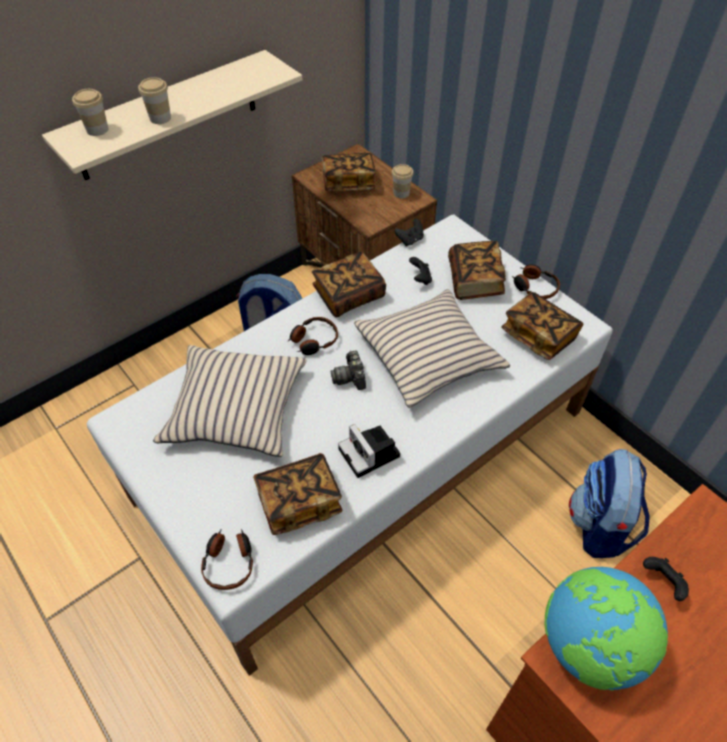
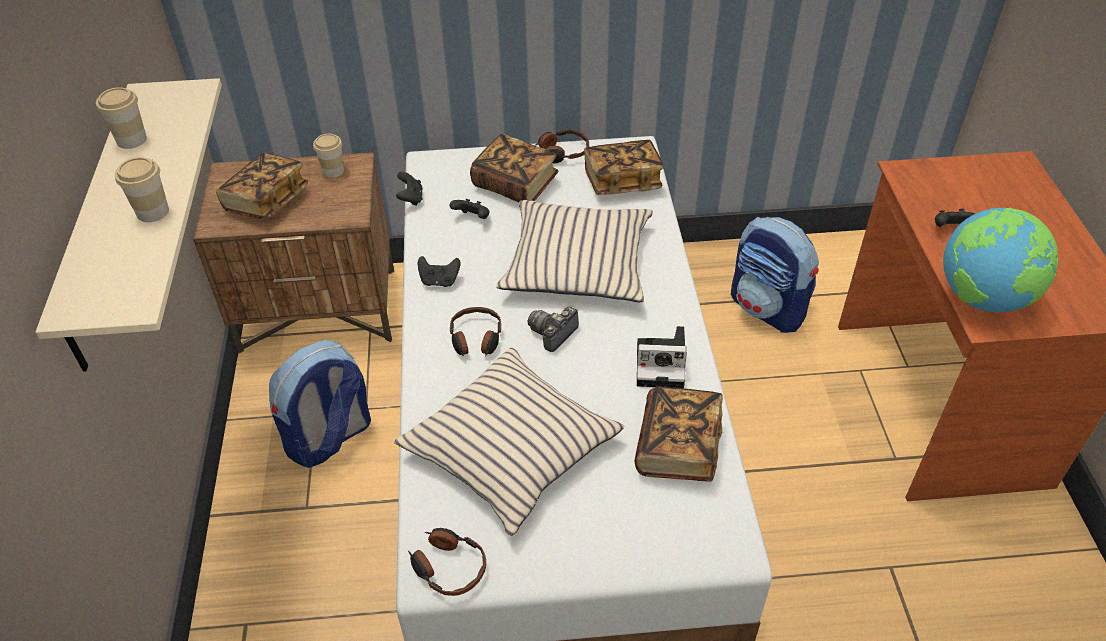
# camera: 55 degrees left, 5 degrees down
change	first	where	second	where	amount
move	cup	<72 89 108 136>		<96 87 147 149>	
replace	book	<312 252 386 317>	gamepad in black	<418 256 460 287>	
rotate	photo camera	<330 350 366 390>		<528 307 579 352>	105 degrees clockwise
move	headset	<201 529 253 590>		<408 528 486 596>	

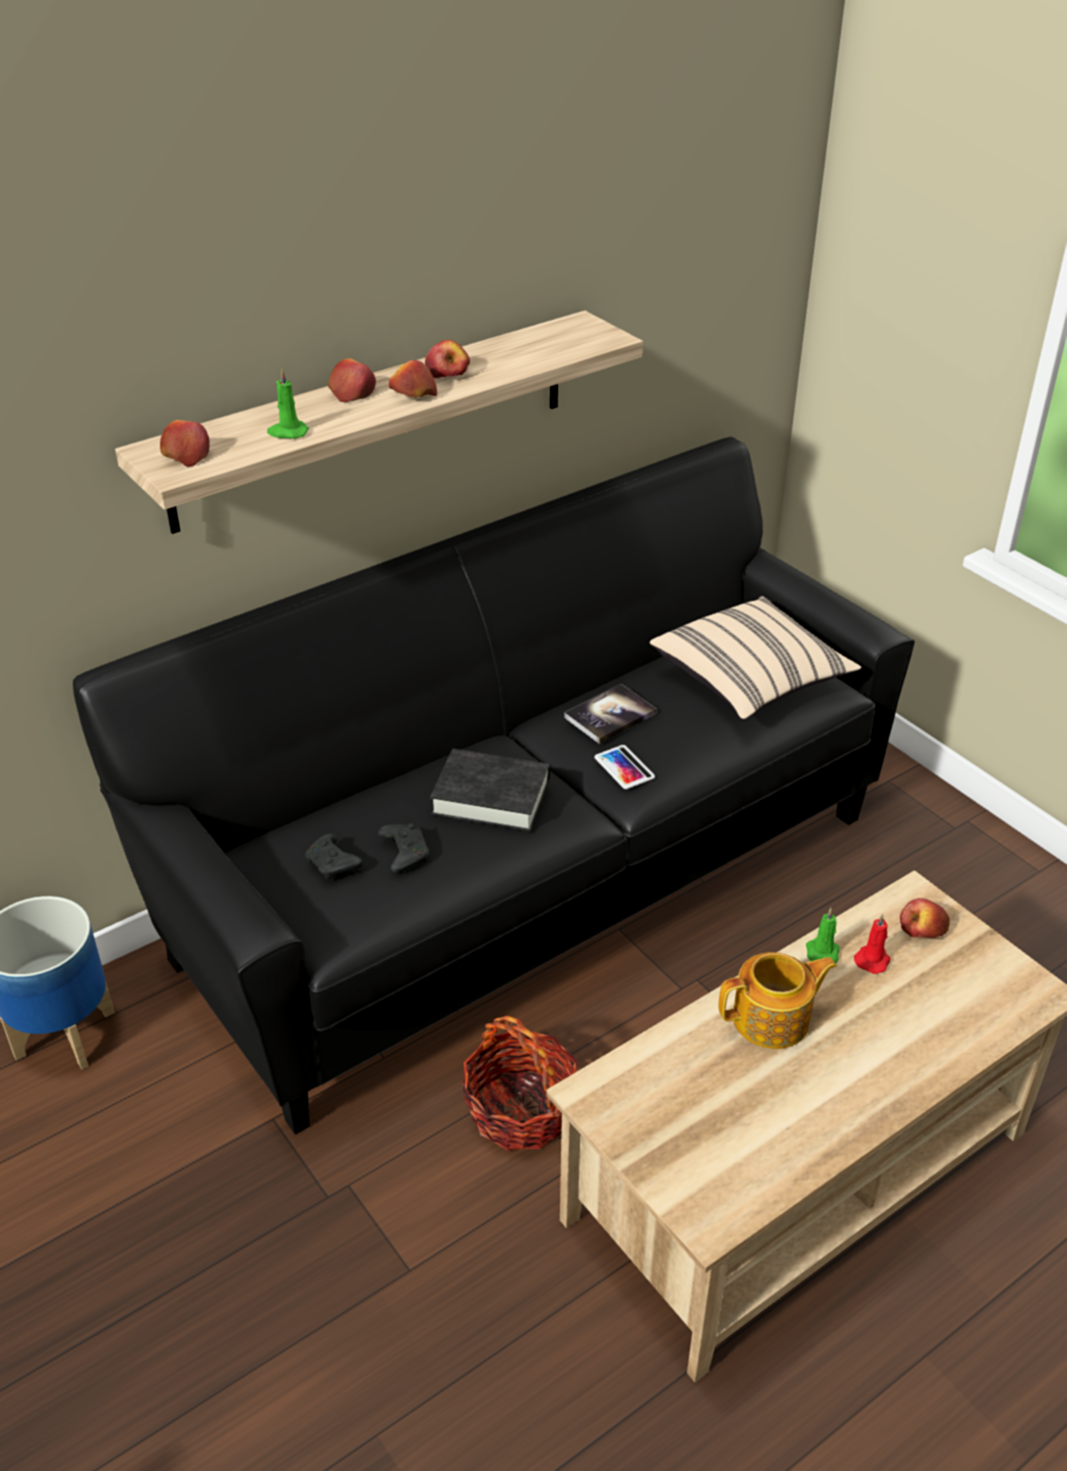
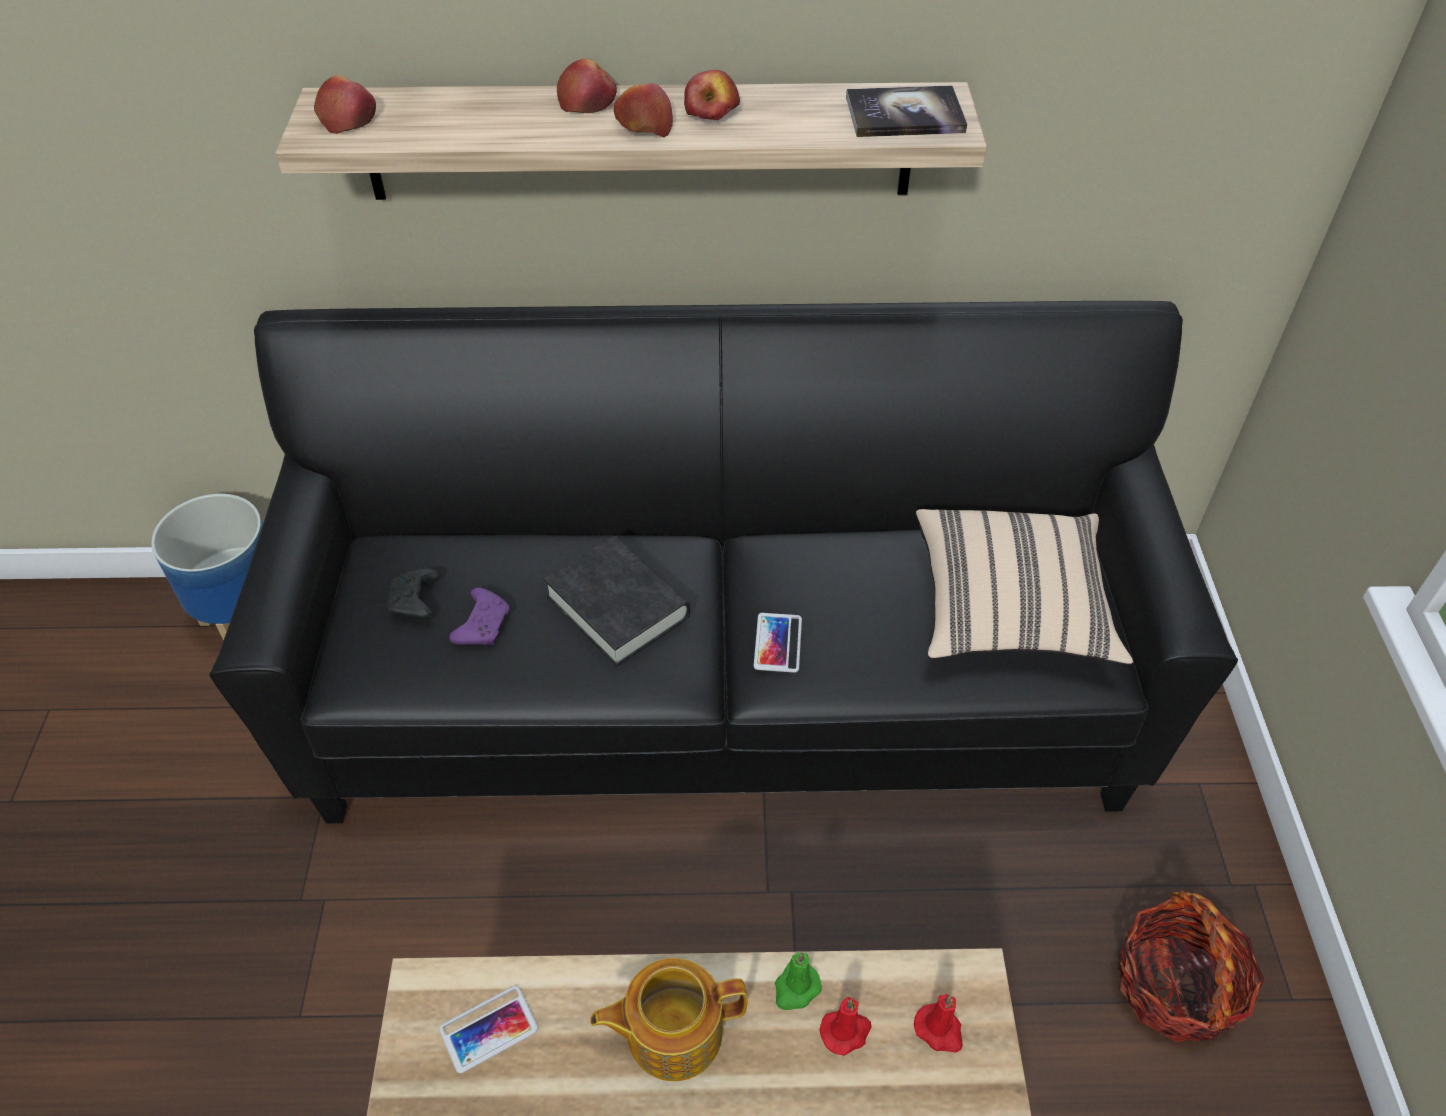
# camera: 35 degrees right, 10 degrees up
change	first	where	second	where	amount
delete	candle in greenish	<267 369 309 439>			
move	book	<564 684 657 744>		<846 85 967 137>	
recolor	gamepad in black	<378 823 429 873>	gamepad in purplish	<449 588 509 645>	
replace	whole apple	<900 898 950 938>	candle in reddish	<914 994 963 1053>	
rotate	pot for tea	<719 952 837 1049>		<590 958 748 1081>	150 degrees clockwise
move	basket	<462 1015 578 1150>		<1119 890 1265 1042>	
insert			phone	<439 986 538 1073>	

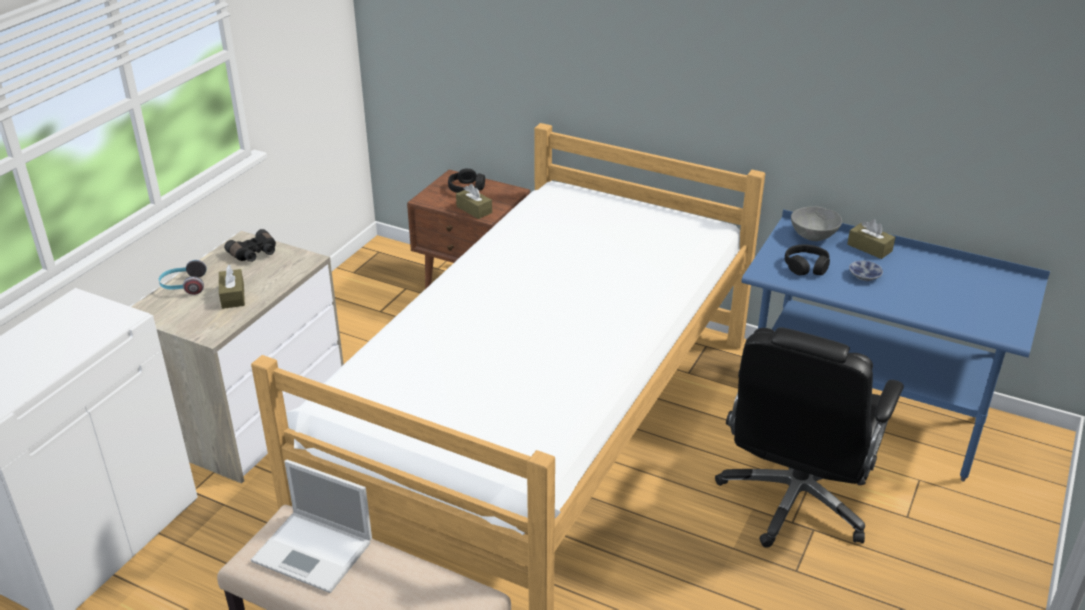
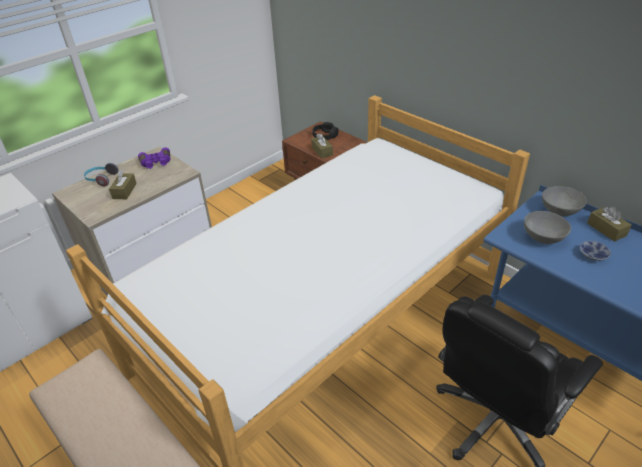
# camera: 20 degrees right, 5 degrees up
change	first	where	second	where	amount
recolor	binoculars in black	<224 229 276 262>	binoculars in purplish	<138 147 170 169>	
replace	headset in black	<785 244 830 275>	bowl in grey	<524 211 571 244>	
delete	laptop	<251 460 372 593>			

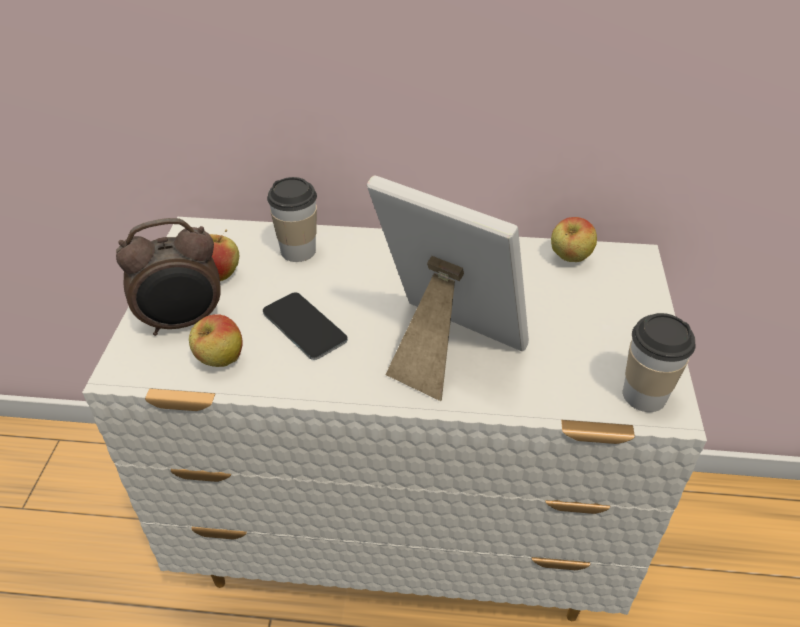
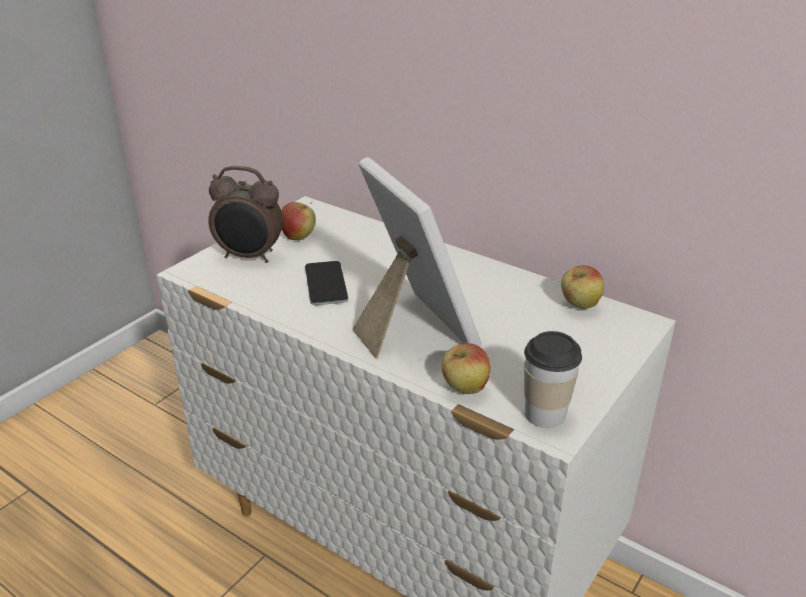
# camera: 30 degrees right, 10 degrees down
change	first	where	second	where	amount
delete	cup	<267 177 317 262>			
move	whole apple	<189 314 243 367>		<442 343 490 394>	

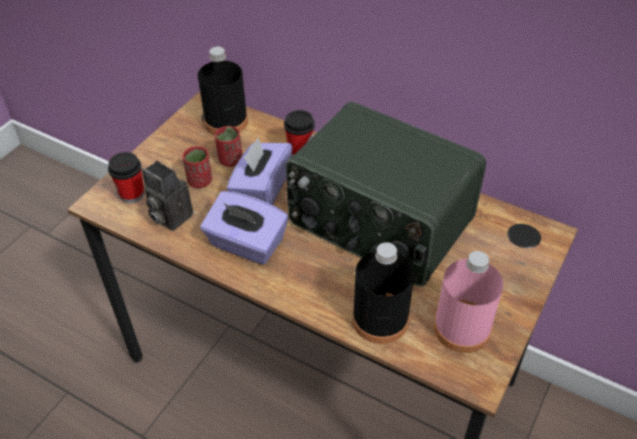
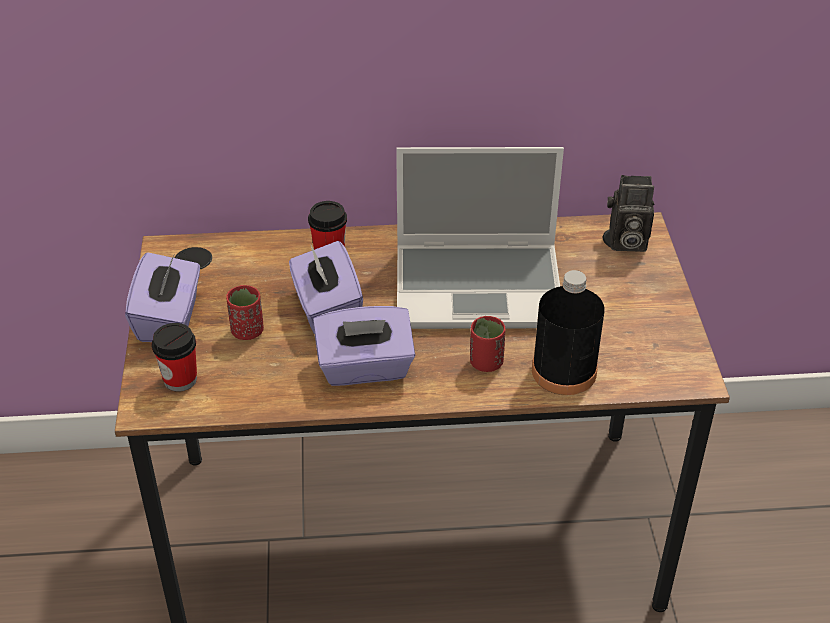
# camera: 35 degrees left, 5 degrees down
change	first	where	second	where	amount
delete	drink bottle in black	<198 47 248 135>			
replace	radio receiver	<286 101 486 286>	laptop	<396 147 564 329>	
move	cup in reddish	<215 126 243 167>		<470 316 506 372>	
move	photo camera	<142 161 193 231>		<607 175 654 252>	
delete	drink bottle in pinkish	<434 251 503 353>			
insert			box of tissues in purplish	<125 252 200 342>	

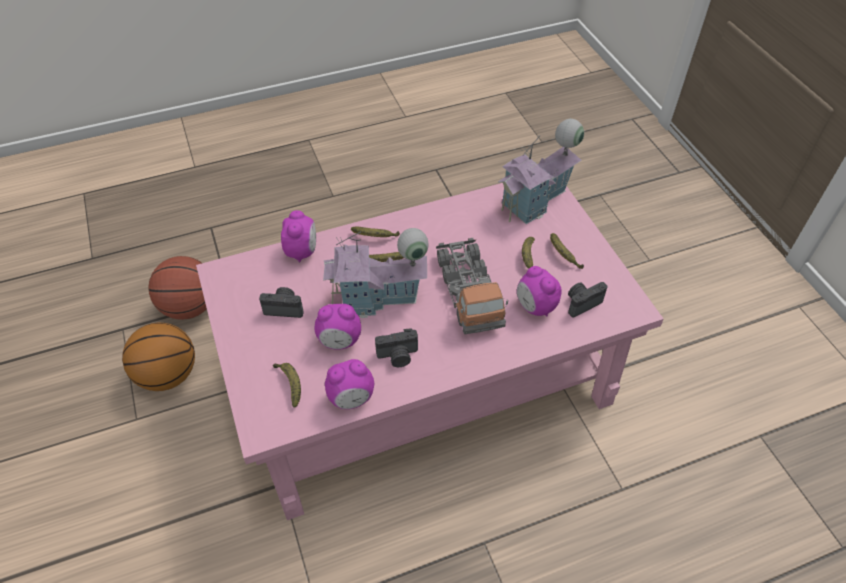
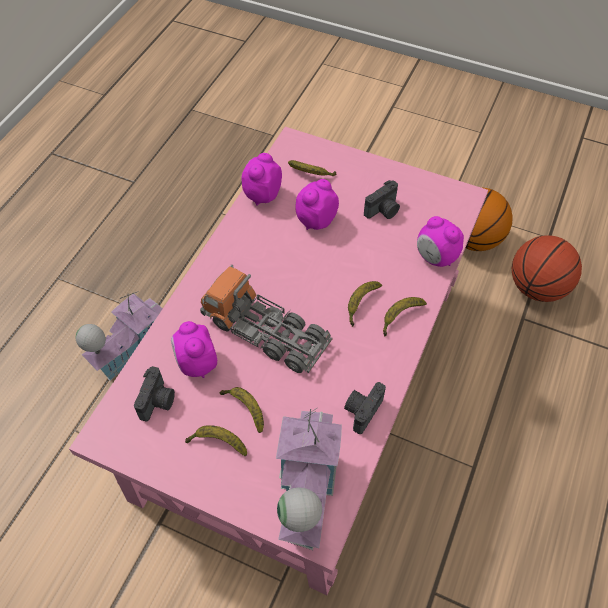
# camera: 135 degrees right, 5 degrees up
change	first	where	second	where	amount
move	model house	<323 228 428 318>		<75 292 163 381>	
rotate	bedside clock	<517 266 562 316>		<171 321 217 378>	120 degrees counterclockwise
move	photo camera	<375 328 418 367>		<344 382 386 434>	

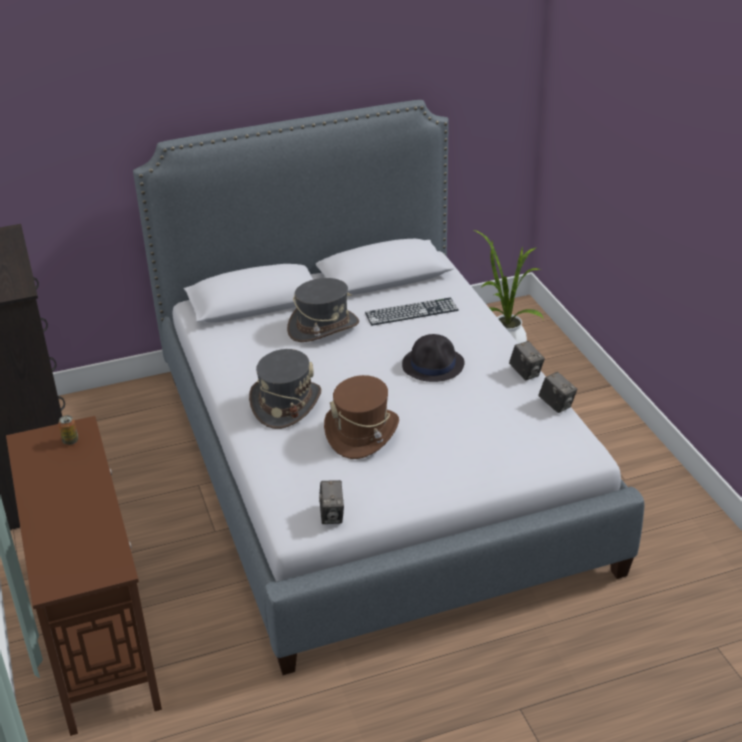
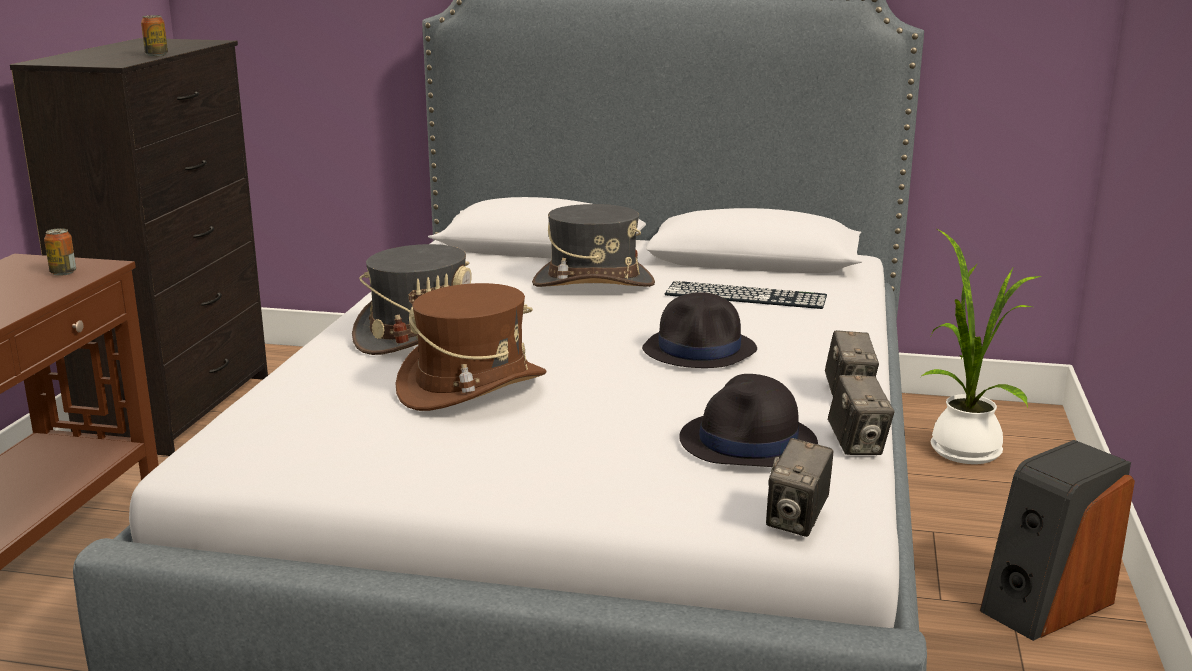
# camera: 30 degrees right, 15 degrees down
change	first	where	second	where	amount
move	photo camera	<319 480 344 524>		<766 438 833 537>	
insert			sealed can	<141 15 168 56>	
insert			clothing hat in black	<679 374 818 467>	
insert			audio speaker	<980 440 1135 641>	

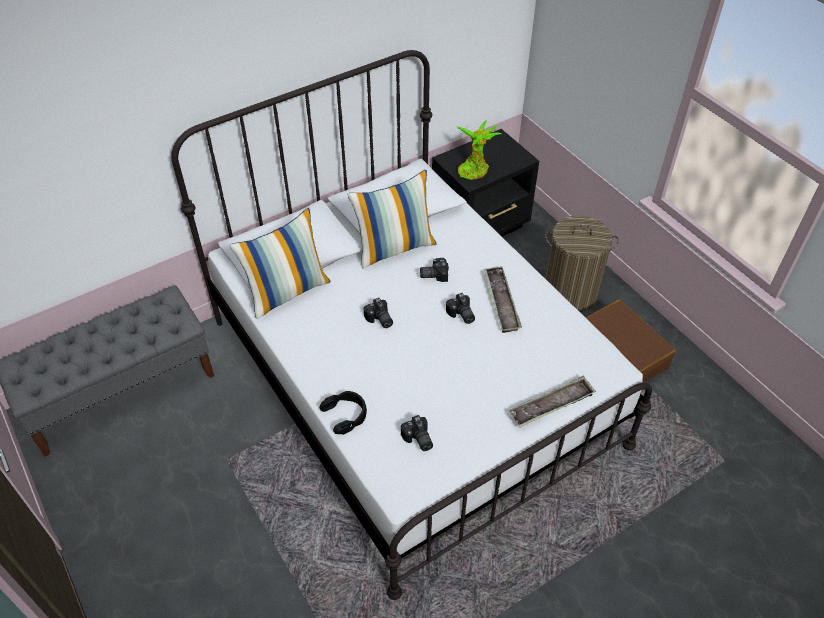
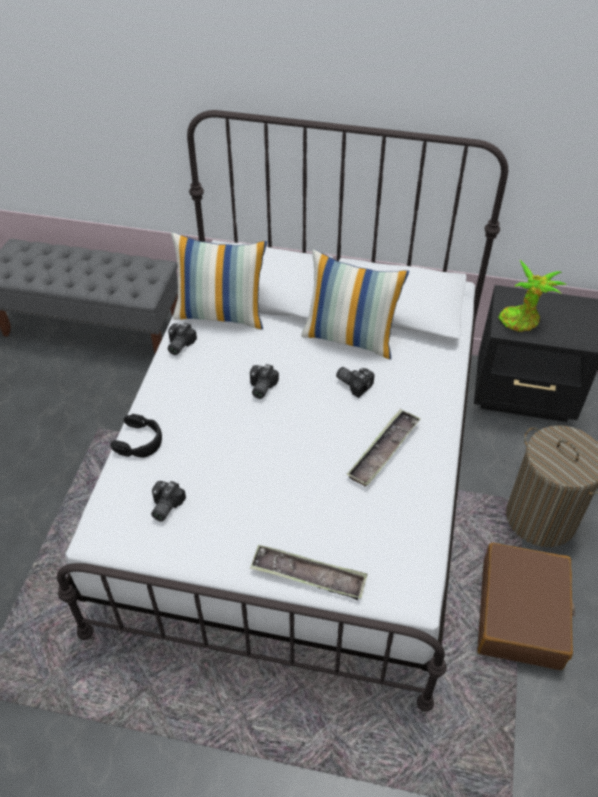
# camera: 45 degrees right, 0 degrees up
change	first	where	second	where	amount
move	photo camera	<446 293 475 324>		<168 323 197 355>	

